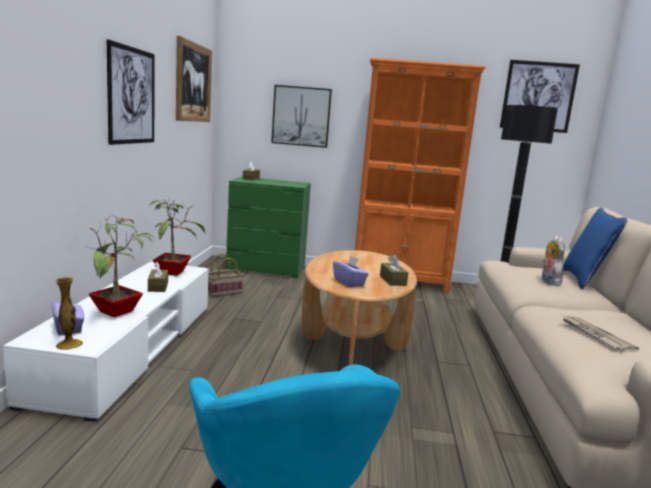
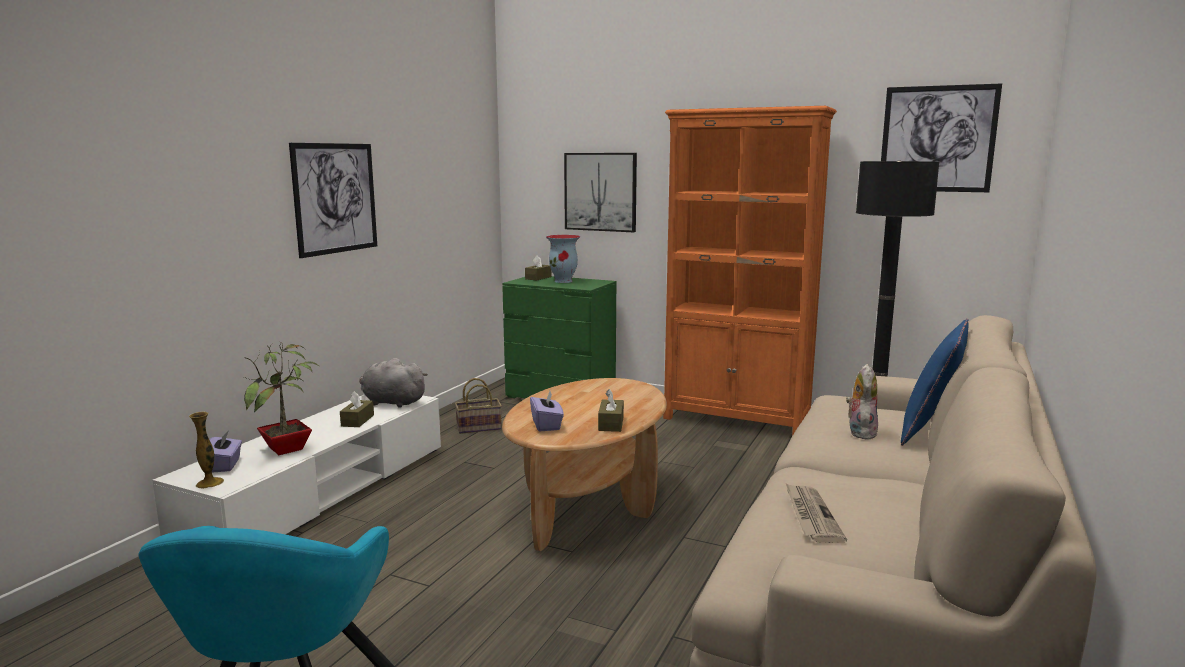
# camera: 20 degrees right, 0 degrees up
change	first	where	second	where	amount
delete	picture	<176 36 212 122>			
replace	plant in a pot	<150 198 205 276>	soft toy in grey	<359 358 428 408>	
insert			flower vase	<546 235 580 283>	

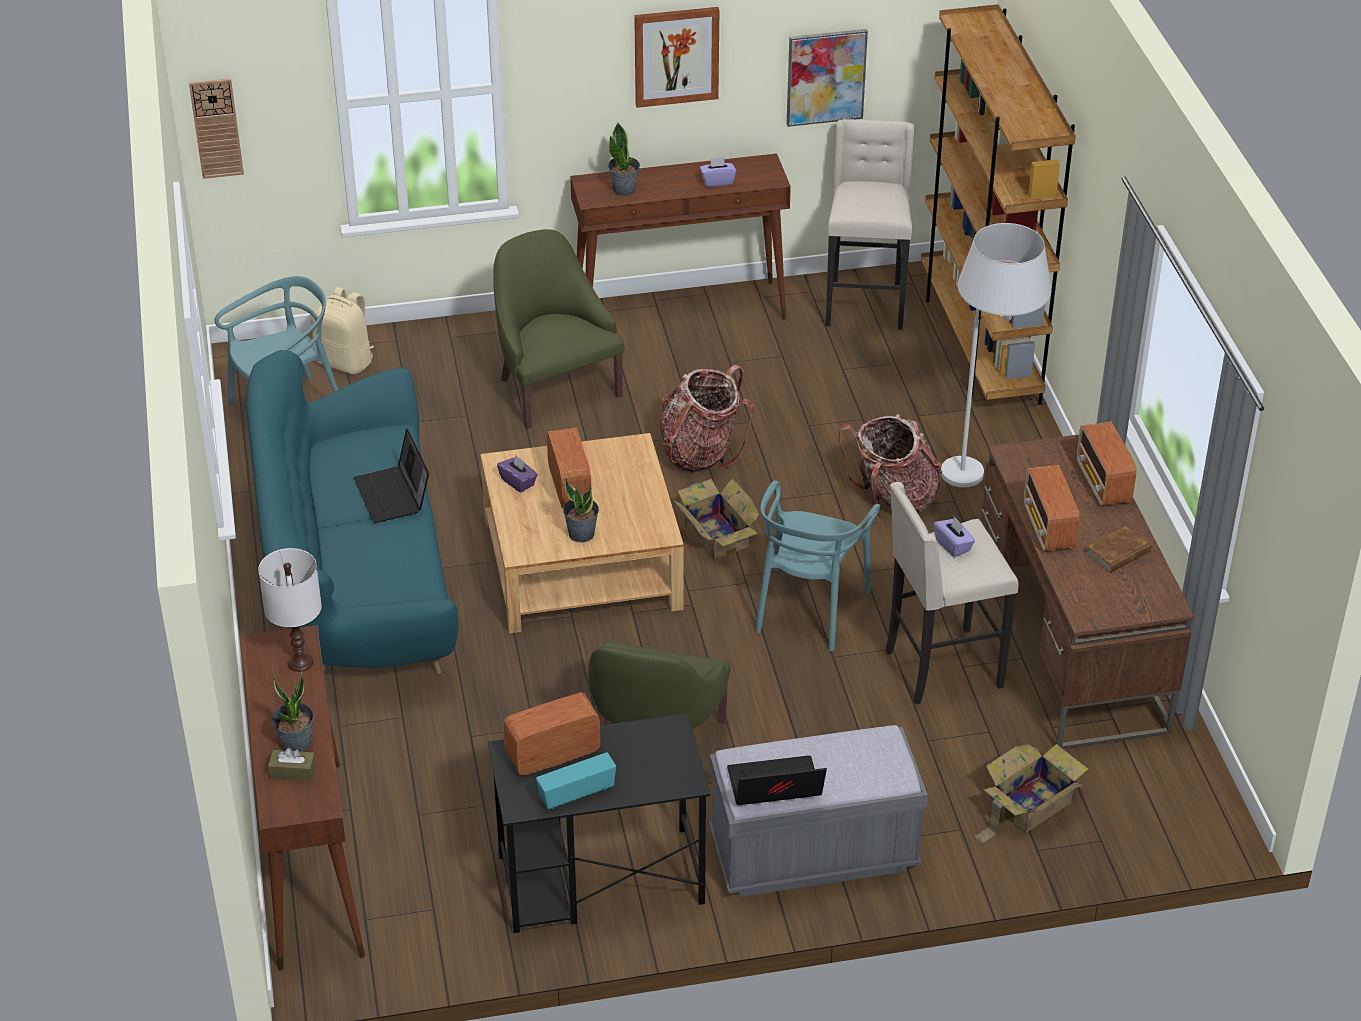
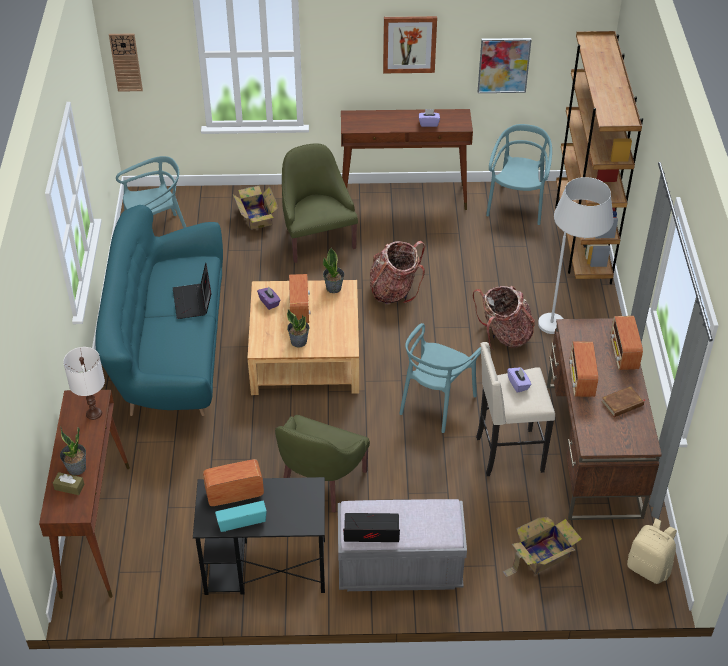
# camera: 10 degrees right, 5 degrees up
change	first	where	second	where	amount
replace	sitting stool in sand-coloured	<826 119 914 330>	upright chair in blue-green	<486 124 552 225>	
move	plant in a pot	<608 123 640 196>		<323 247 344 293>	
move	knapsack in sand-coloured	<311 287 374 374>		<627 518 677 584>	
move	cardboard box	<673 478 759 560>		<233 186 278 230>	

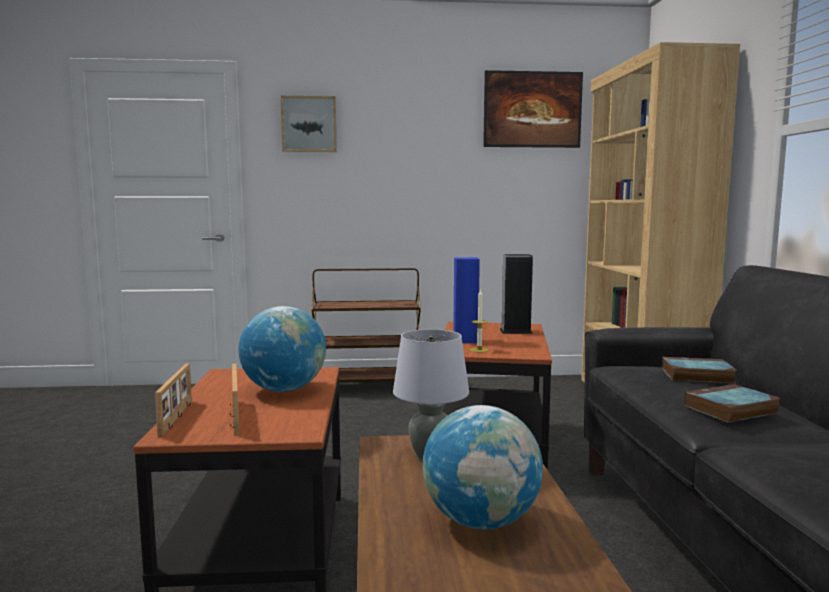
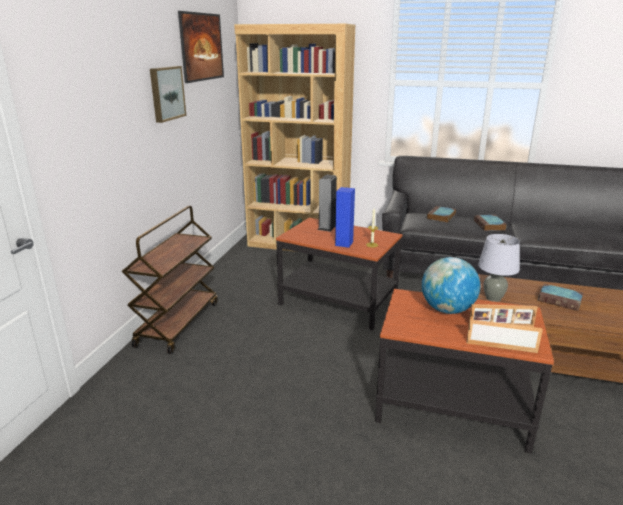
# camera: 70 degrees left, 15 degrees up
change	first	where	second	where	amount
move	picture	<281 96 337 152>		<150 66 186 123>	
replace	globe	<422 405 543 529>	book	<538 284 583 311>	

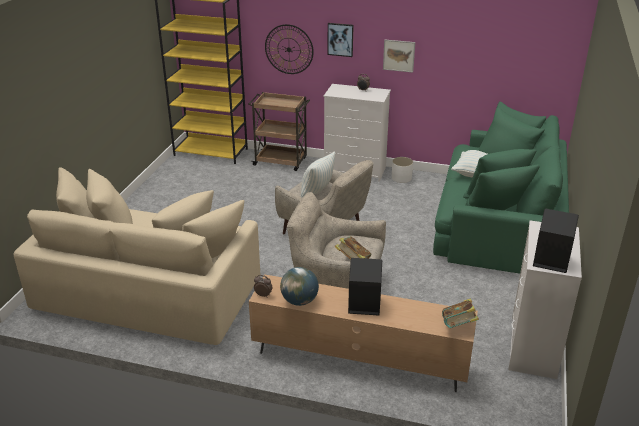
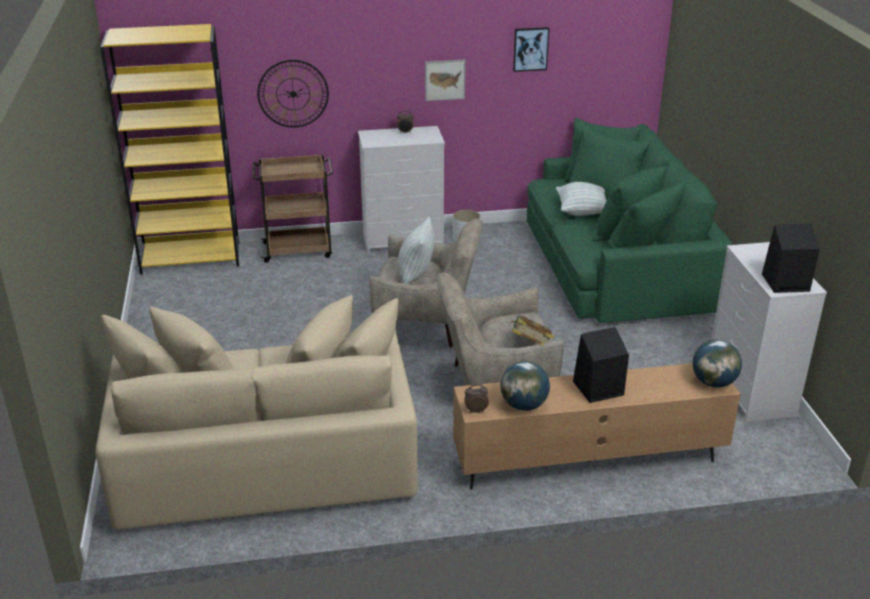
# camera: 25 degrees left, 0 degrees up
change	first	where	second	where	amount
move	picture	<327 23 354 57>		<513 27 549 72>	
replace	book	<442 298 479 328>	globe	<693 340 742 388>	

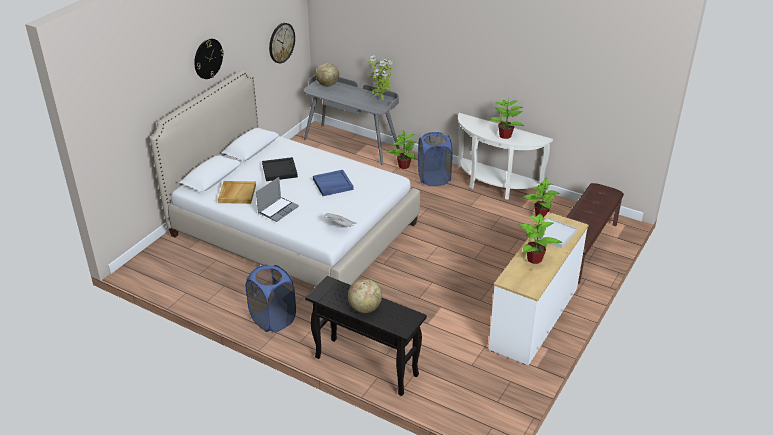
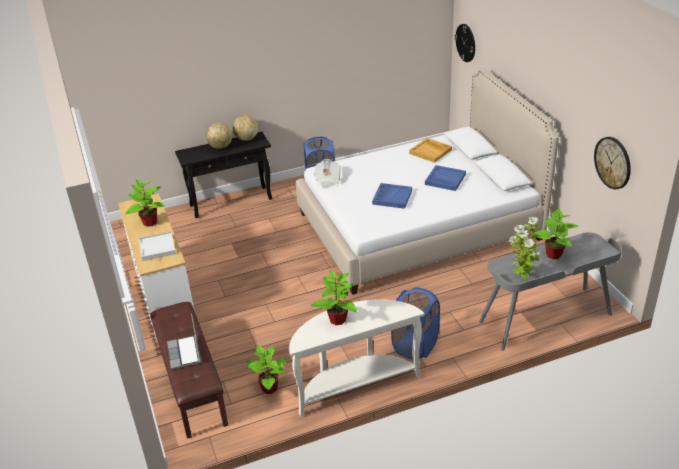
# camera: 130 degrees right, 0 degrees up
change	first	where	second	where	amount
move	hanging clock	<194 38 224 79>		<454 24 475 62>	
move	globe	<316 63 339 86>		<232 115 258 141>	
move	plant in a pot	<387 130 416 169>		<531 208 579 259>	
recolor	serving tray in black	<262 157 298 181>	serving tray in blue	<425 165 466 191>	
move	laptop	<256 177 299 222>		<167 314 202 369>	

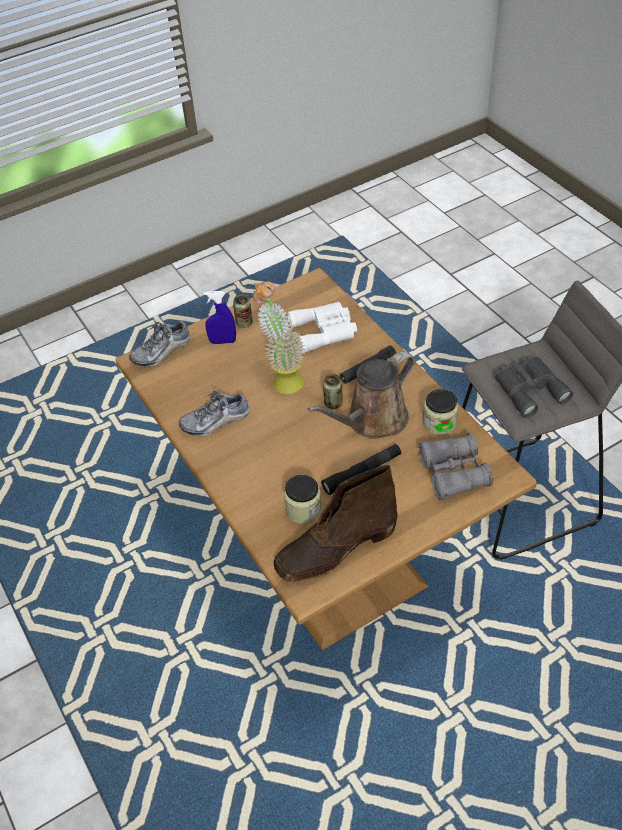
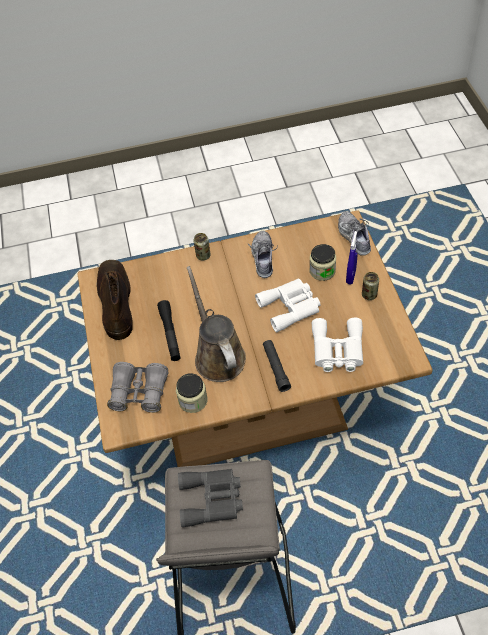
# camera: 110 degrees right, 5 degrees up
change	first	where	second	where	amount
replace	plant in a pot	<253 281 305 394>	binoculars in white	<255 278 321 332>	
move	sealed can	<323 374 343 409>		<193 233 211 260>	
move	storage jar	<284 475 321 524>		<309 244 336 281>	

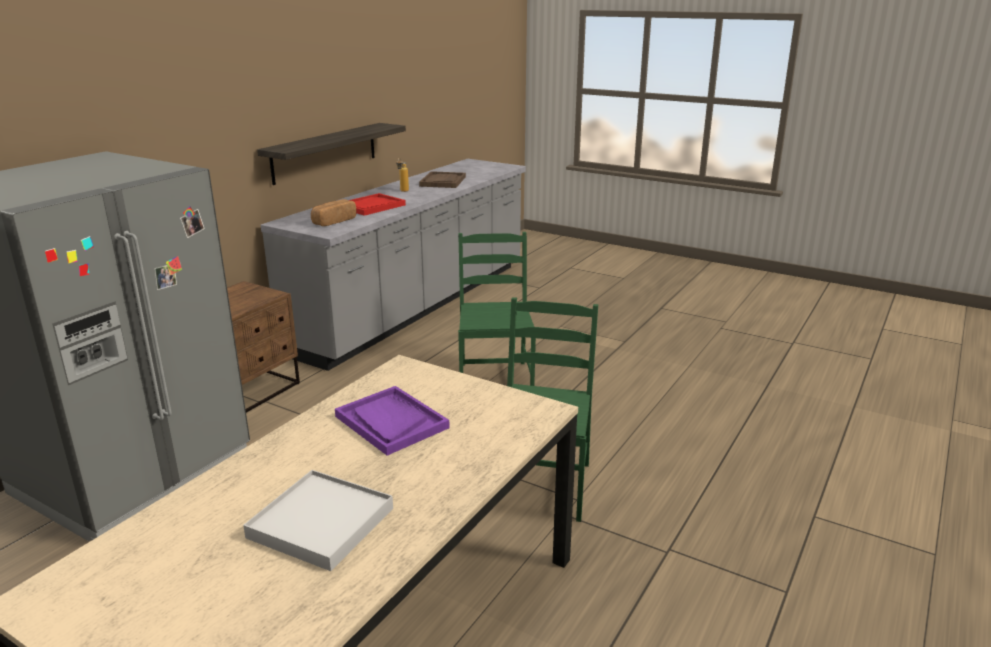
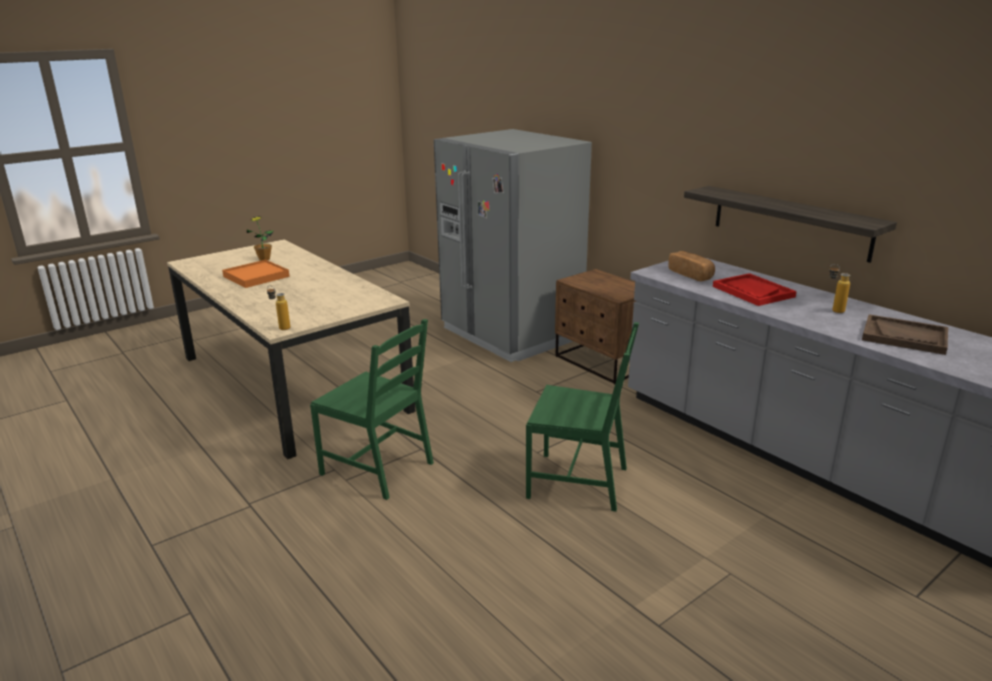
# camera: 110 degrees right, 0 degrees up
change	first	where	second	where	amount
delete	serving tray in purplish	<335 386 450 456>			
recolor	serving tray in white	<243 470 393 571>	serving tray in orange	<222 260 290 288>	
insert			plant in a pot	<247 216 274 261>	
insert			drink bottle	<267 285 290 330>	

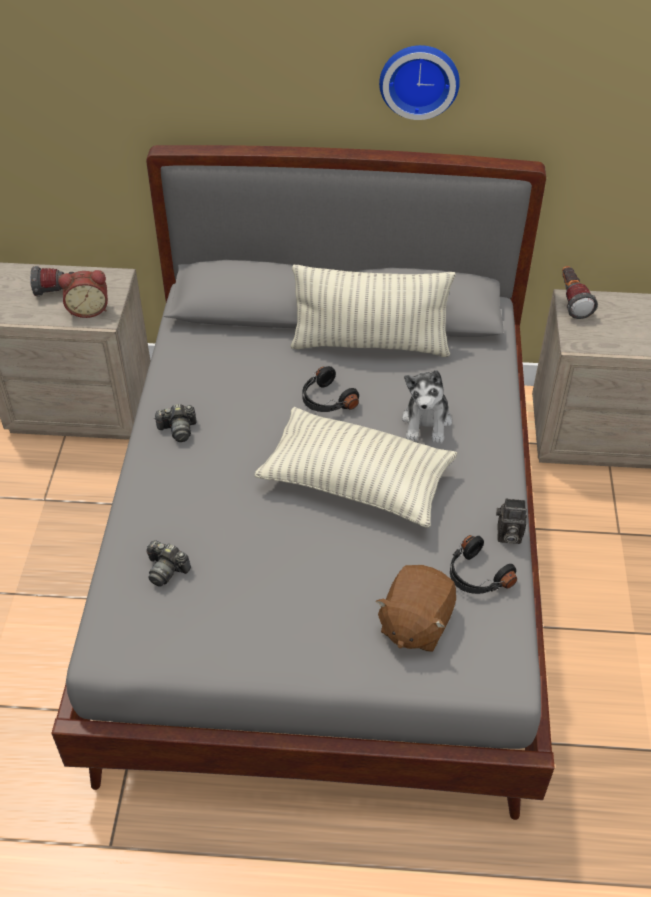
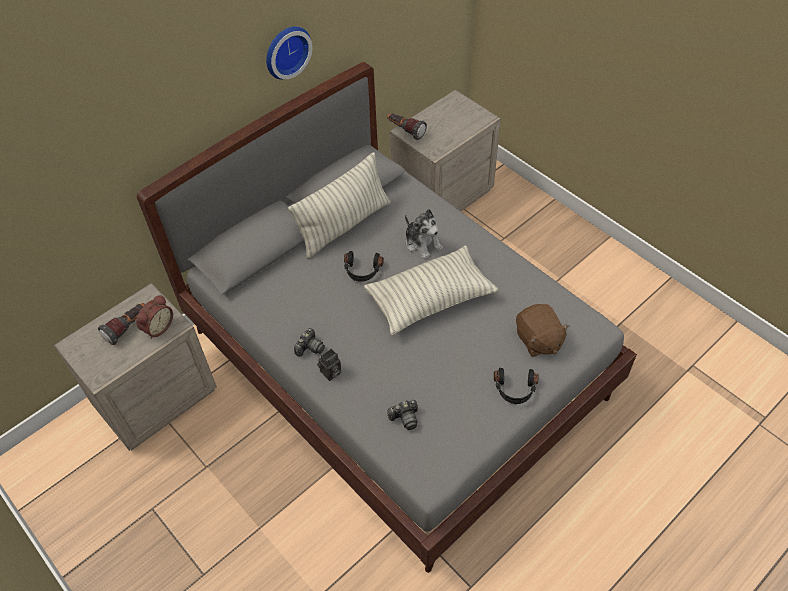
# camera: 45 degrees left, 5 degrees up
change	first	where	second	where	amount
move	photo camera	<496 499 527 544>		<317 349 341 381>	
move	headset in black	<450 535 517 594>		<494 368 539 404>	

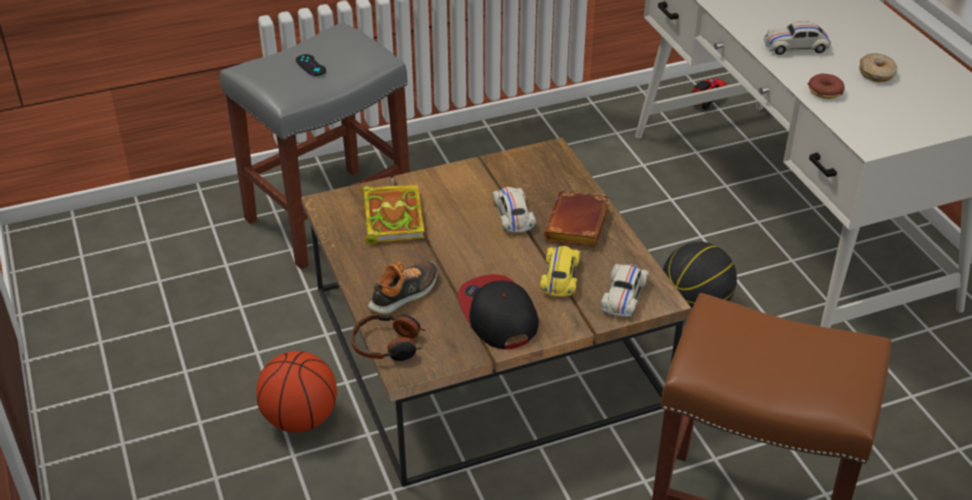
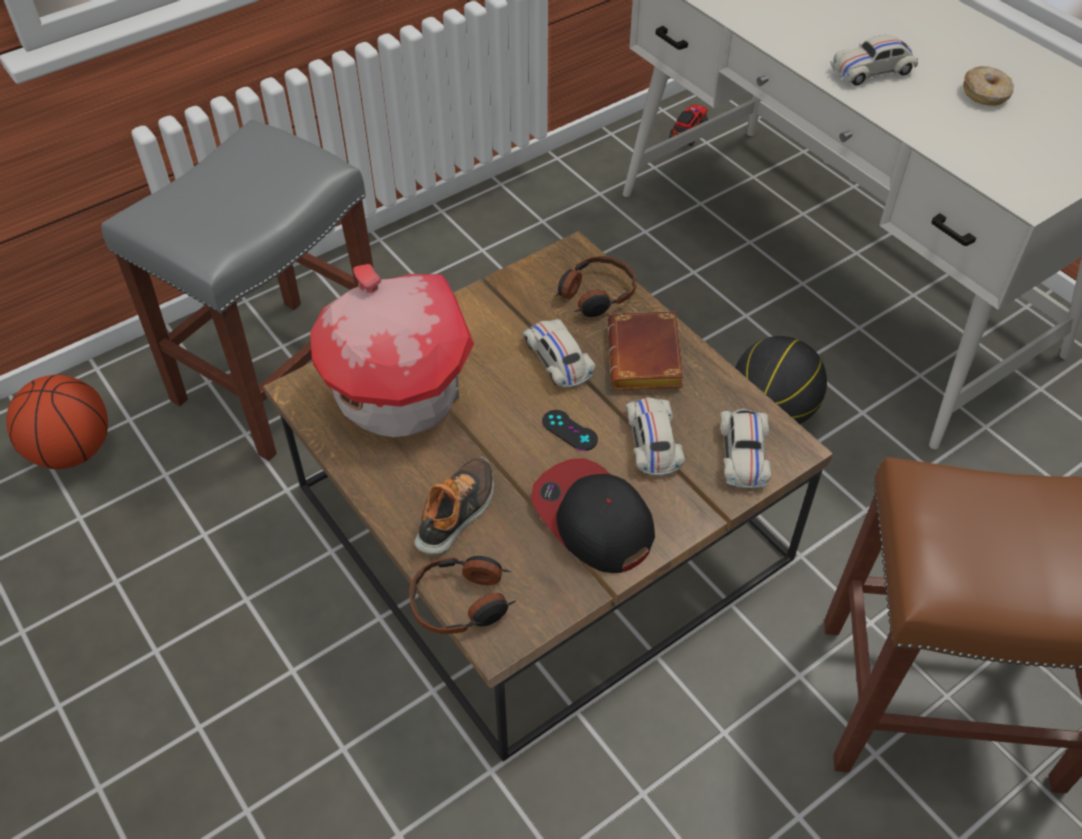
# camera: 15 degrees left, 10 degrees up
change	first	where	second	where	amount
move	gamepad in black	<296 54 326 76>		<542 410 598 451>	
delete	donut	<808 74 845 99>			
replace	book	<361 184 424 245>	model house	<310 264 474 437>	
recolor	miniature car in yellow	<540 246 580 297>	miniature car in white	<626 397 685 475>	
move	basketball ball	<256 351 337 432>		<6 375 108 469>	
insert			headset	<555 256 637 317>	

